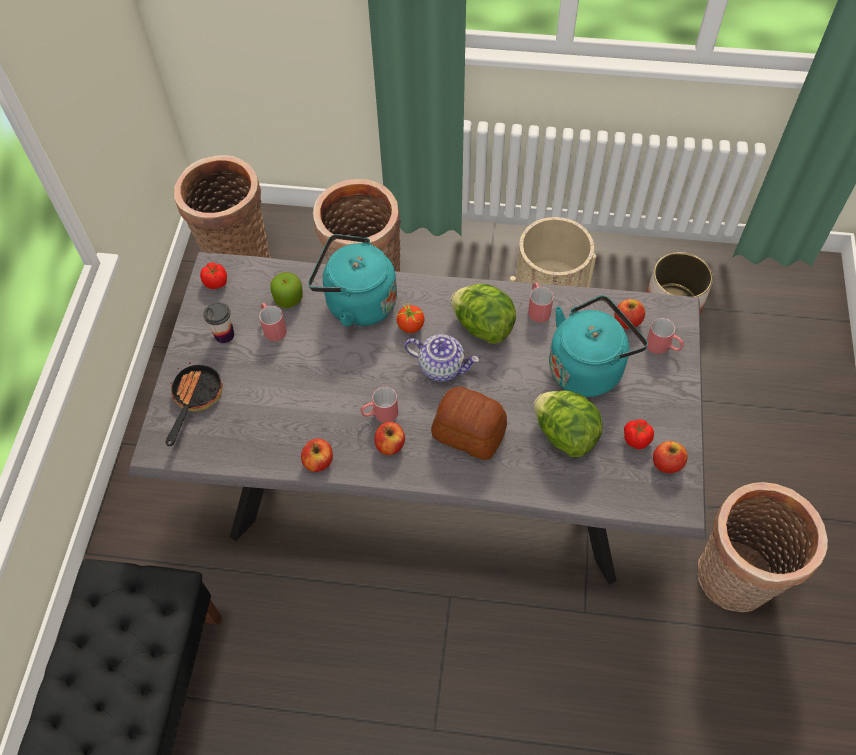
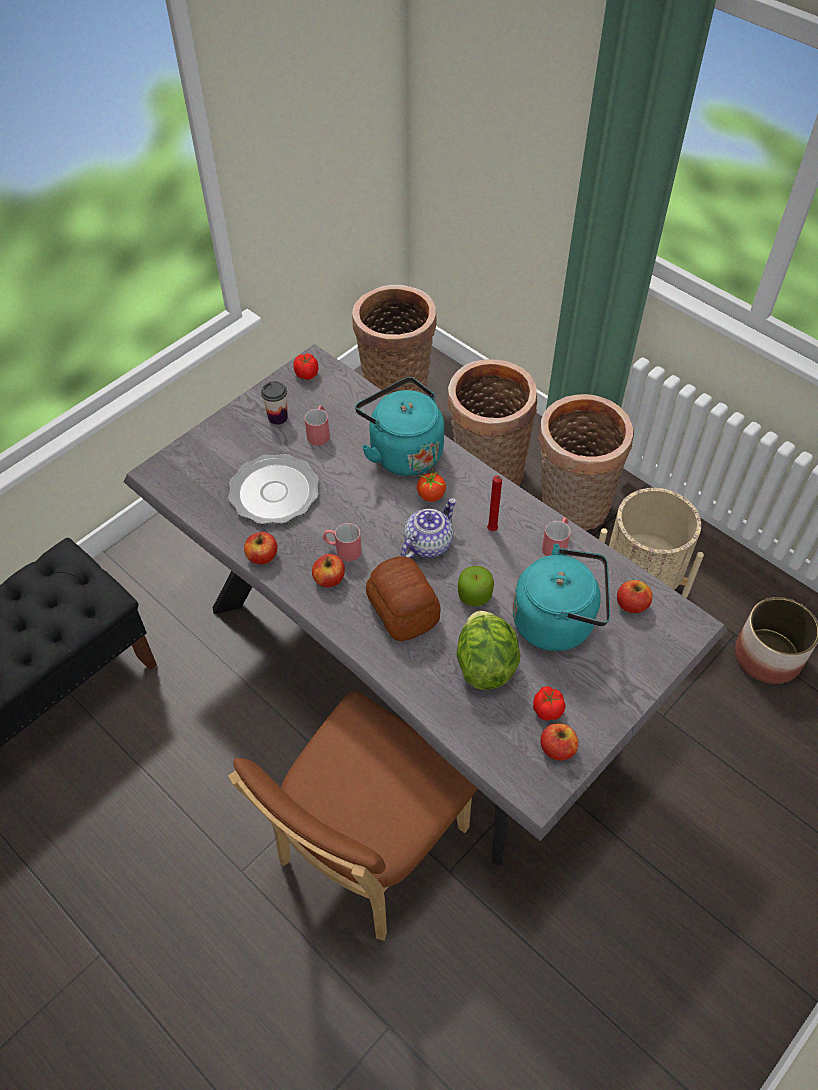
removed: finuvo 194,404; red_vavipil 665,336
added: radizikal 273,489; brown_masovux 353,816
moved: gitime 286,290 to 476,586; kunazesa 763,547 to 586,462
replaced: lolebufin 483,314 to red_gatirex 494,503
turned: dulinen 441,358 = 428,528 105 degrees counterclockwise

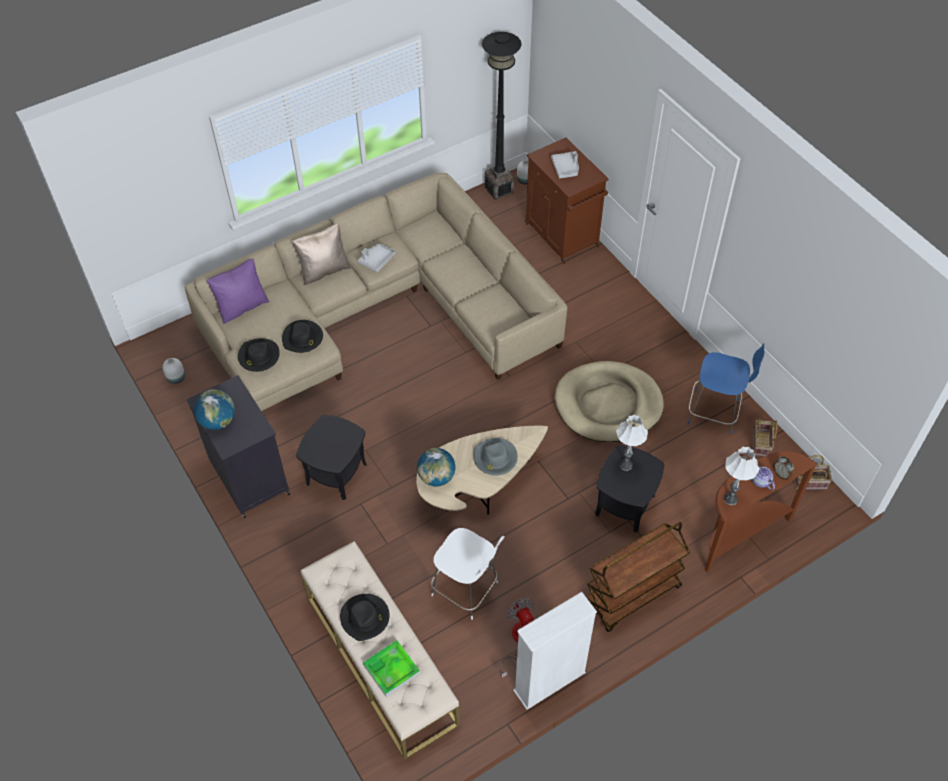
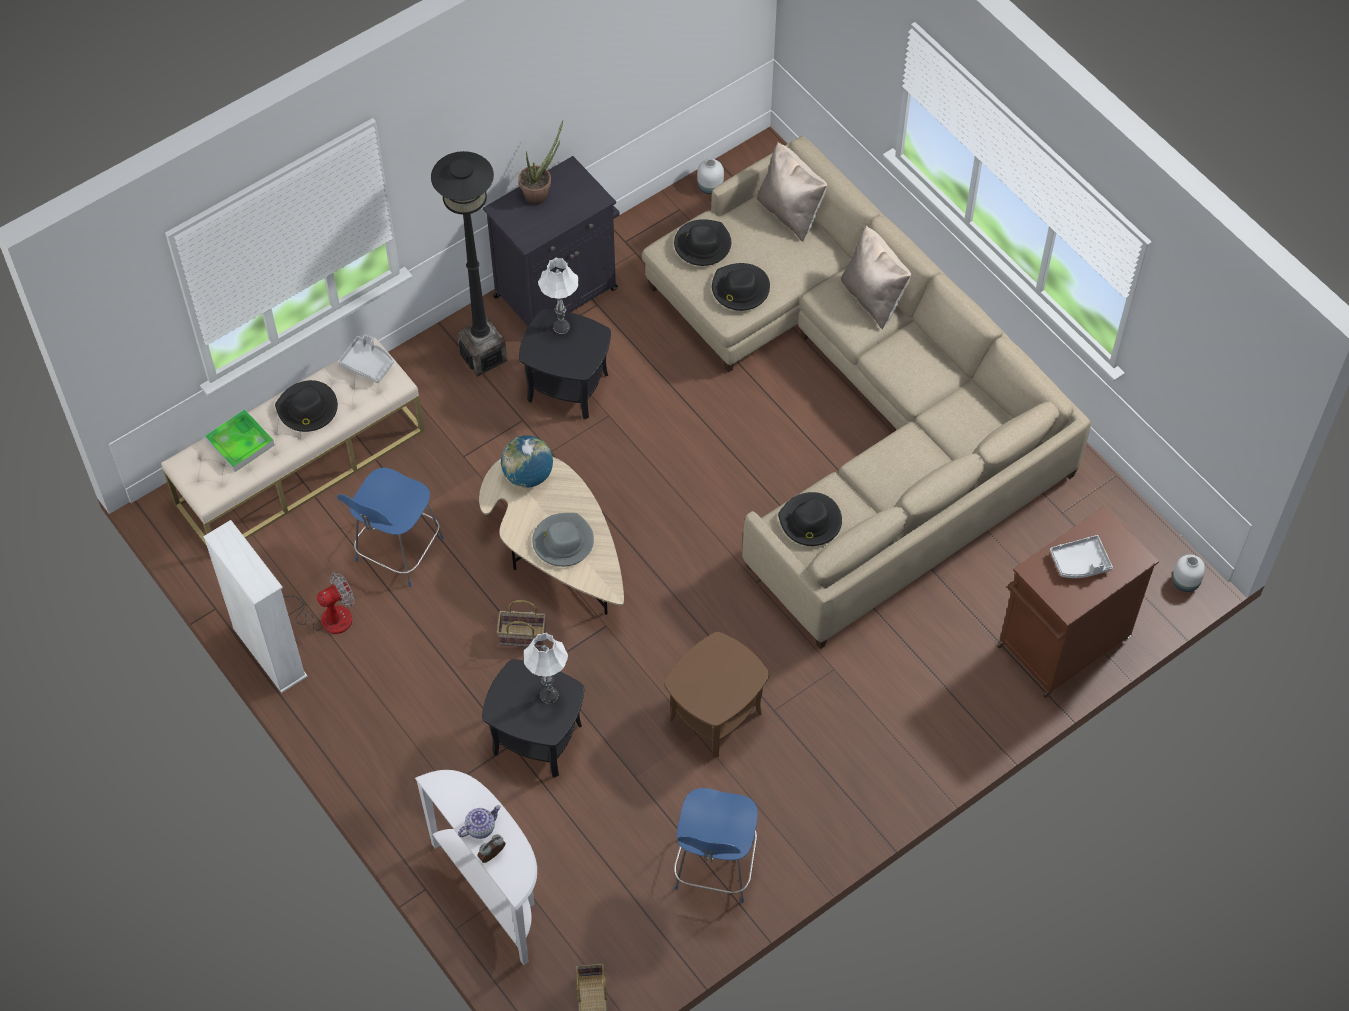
removed: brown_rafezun 638,577
added: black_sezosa 810,519
moved: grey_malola 377,257 to 366,358; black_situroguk 501,116 to 469,264; kunazesa 765,438 to 521,624; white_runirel 742,476 to 558,296
replaced: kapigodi 214,410 to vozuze 540,162; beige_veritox 609,401 to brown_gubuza 716,694
recoloured: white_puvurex 468,574 to blue_puvurex 390,527; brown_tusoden 761,511 to white_tusoden 476,867; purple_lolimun 238,291 to beige_lolimun 792,192

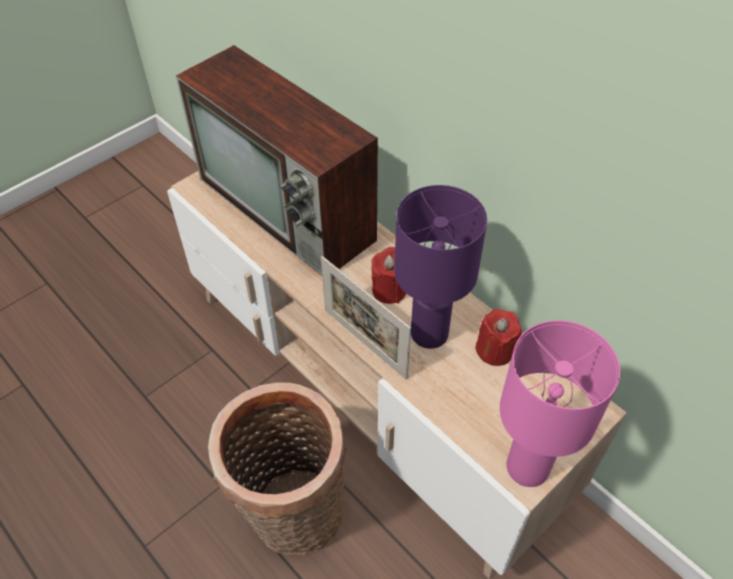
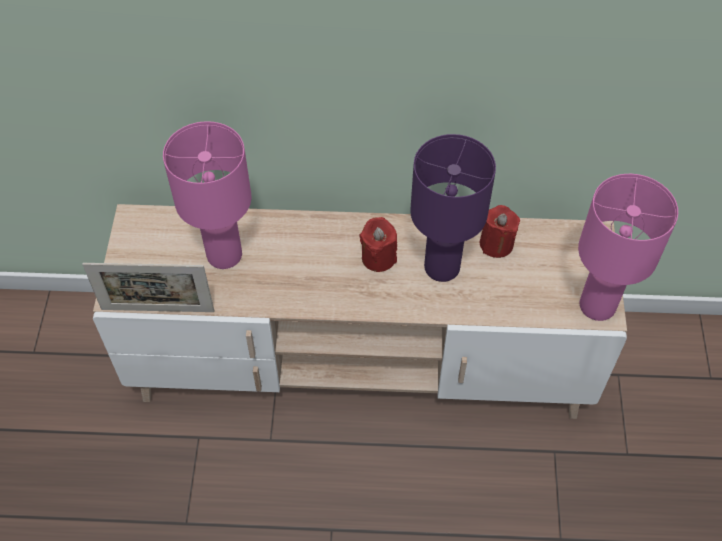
removed: kunazesa 277,469
moved: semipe 366,318 to 148,287
replaced: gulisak 277,161 to pink_runirel 207,195

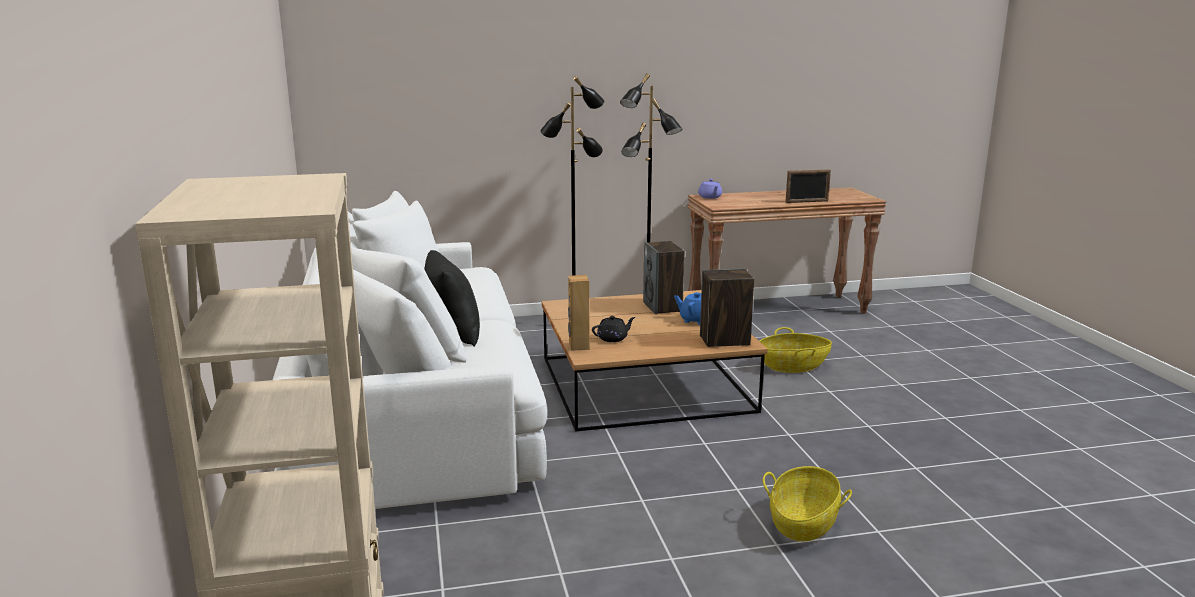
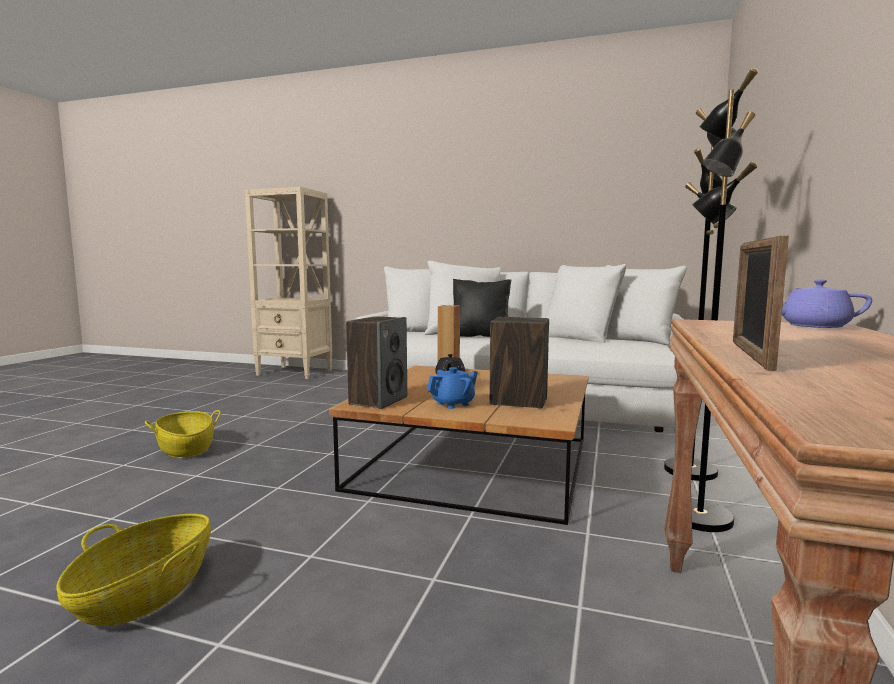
moved: kunazesa 795,350 to 133,570

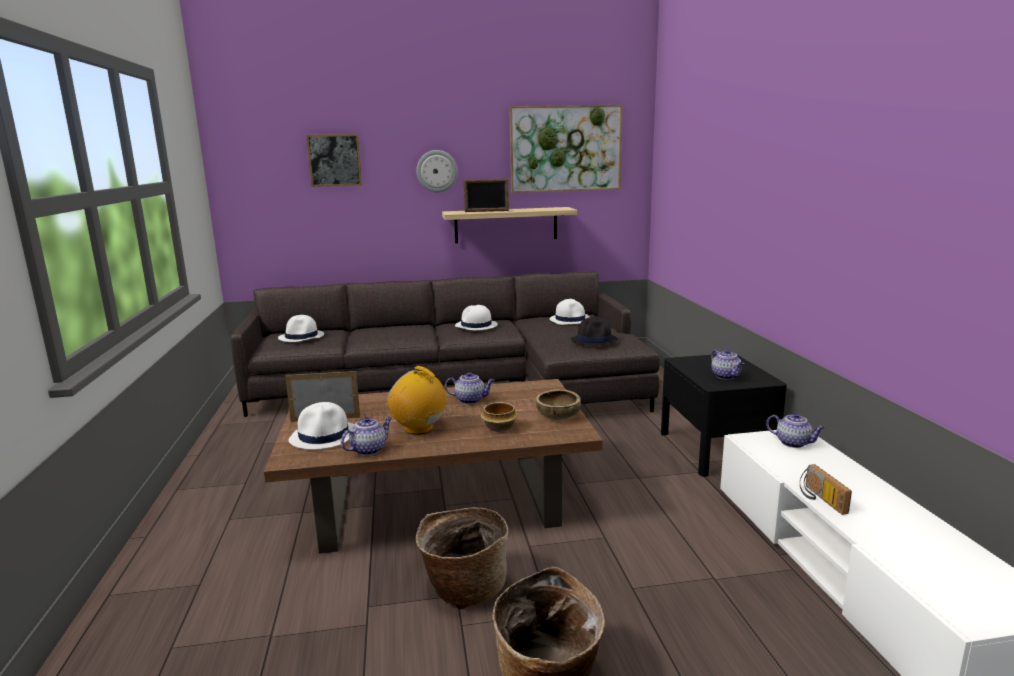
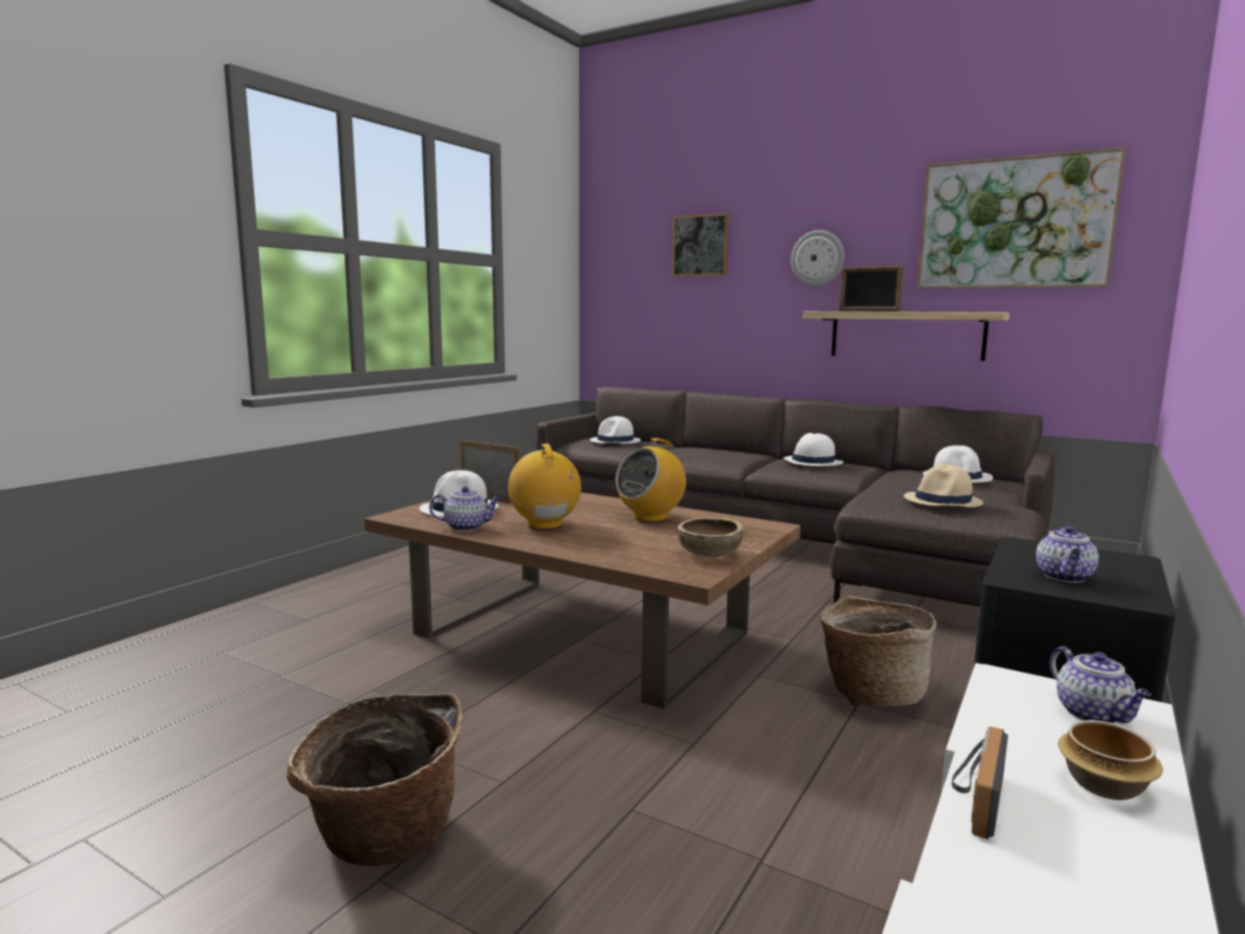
moved: kunazesa 462,558 to 878,650; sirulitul 499,417 to 1110,760
replaced: dulinen 469,388 to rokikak 651,480
recoloured: black_sezosa 594,331 to beige_sezosa 943,485

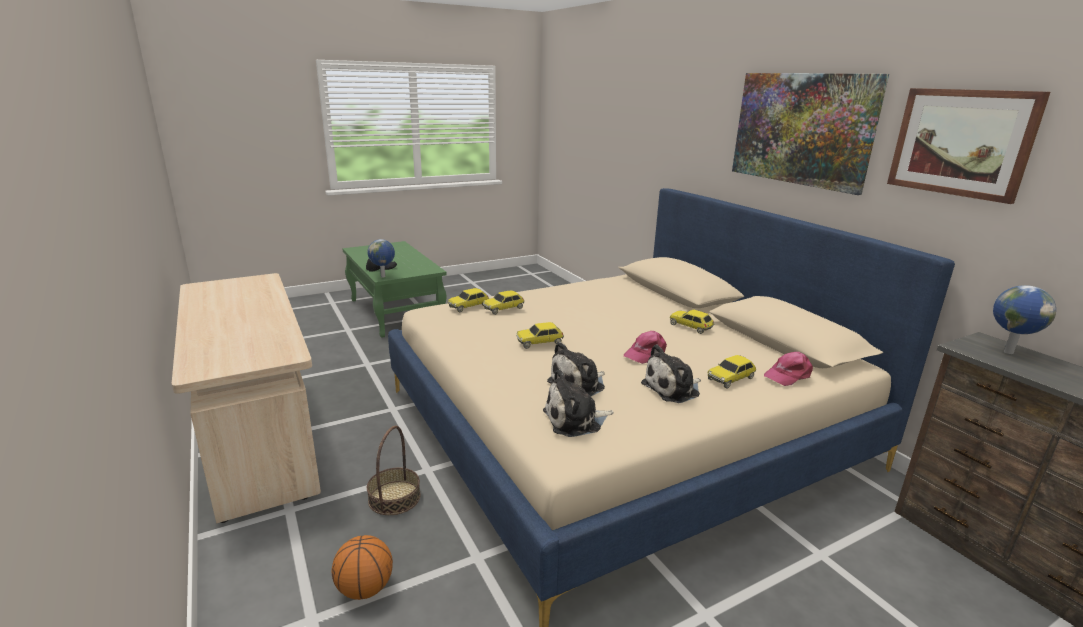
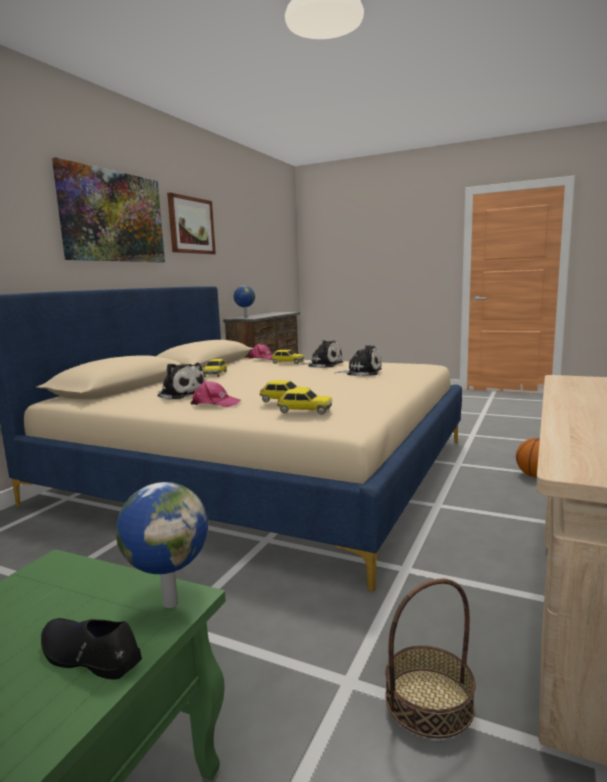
removed: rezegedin 540,335
moved: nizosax 578,403 to 181,381; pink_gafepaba 645,347 to 215,394; kunazesa 394,470 to 430,659

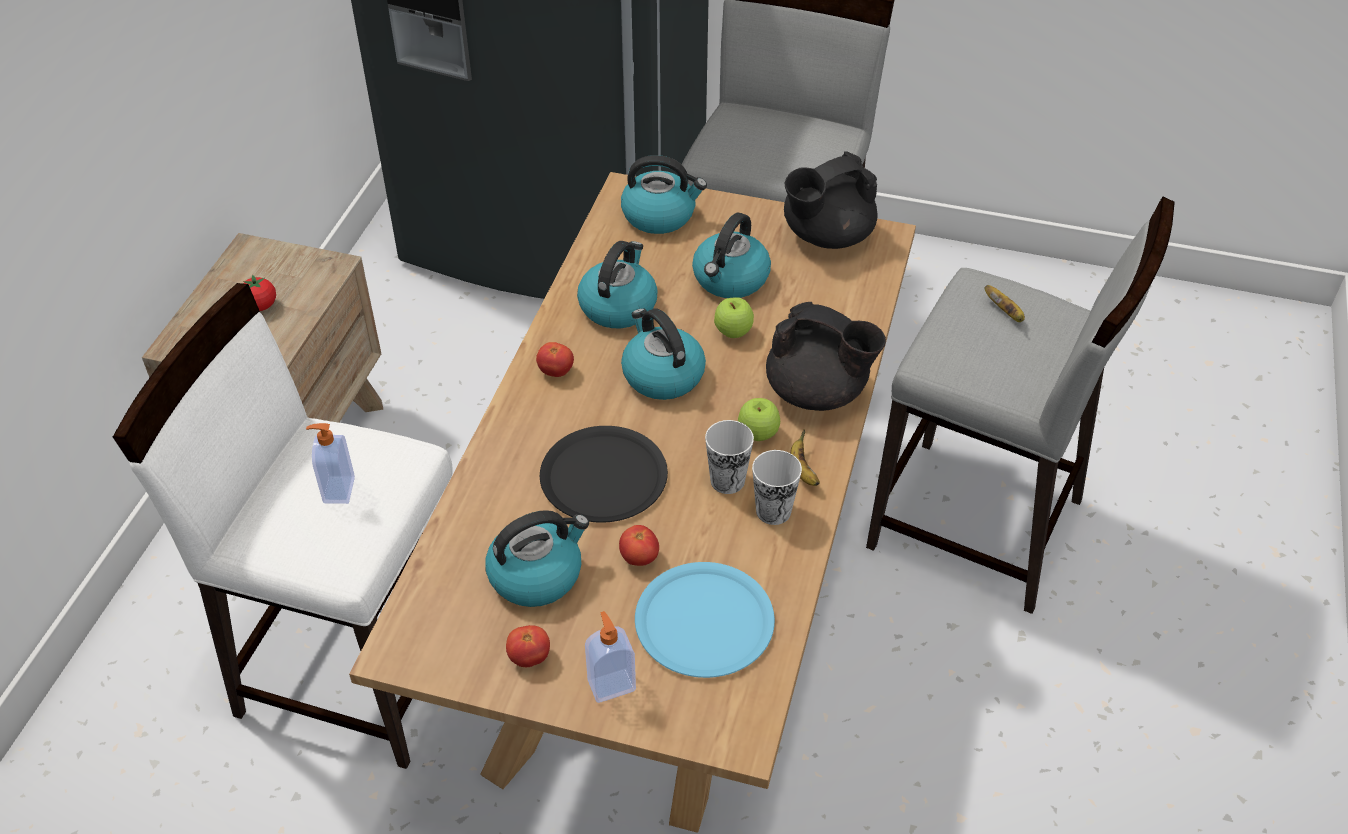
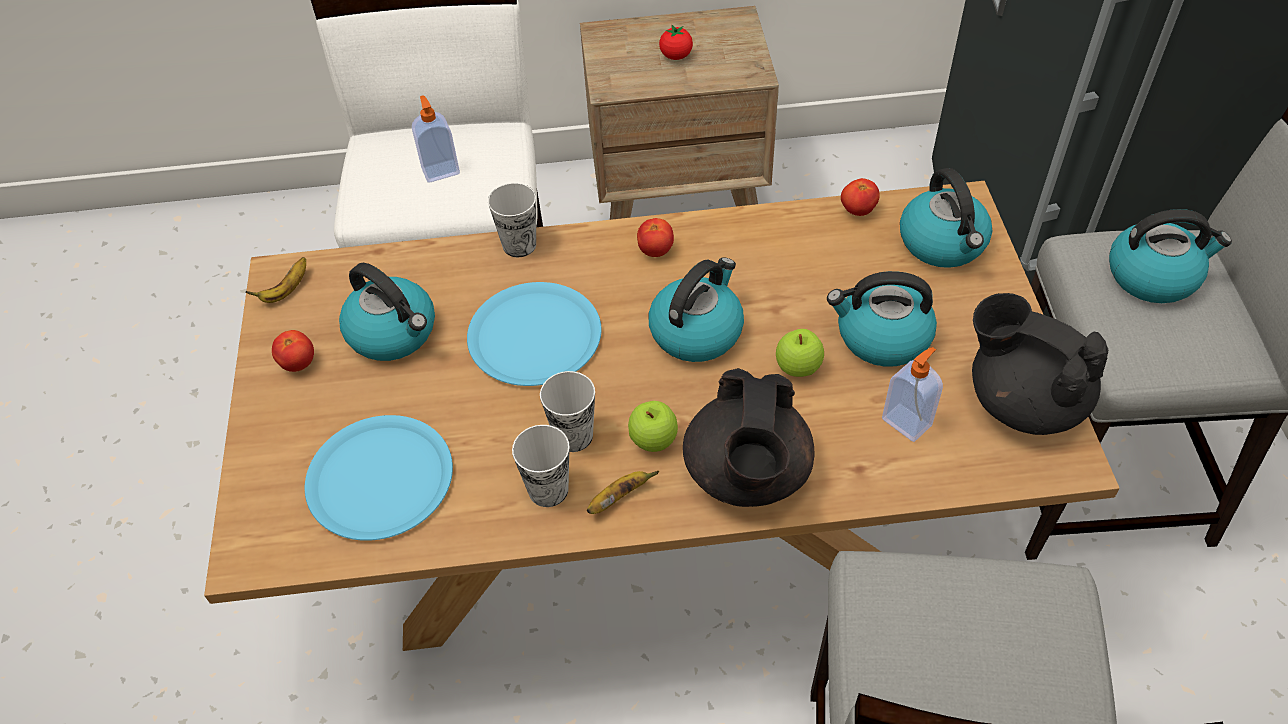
added: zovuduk 512,220
moved: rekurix 1005,303 to 276,280; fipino 639,545 to 860,197; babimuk 610,657 to 912,394; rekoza 617,284 to 1170,256
recoloured: black_radizikal 604,474 to blue_radizikal 534,334

